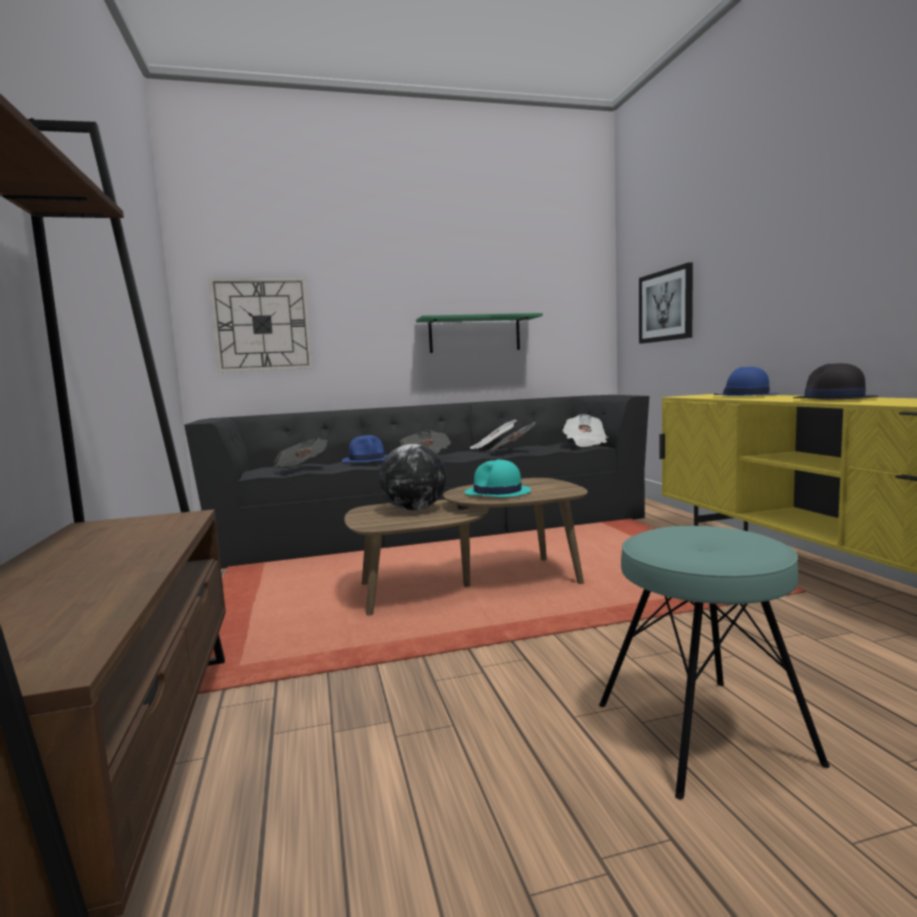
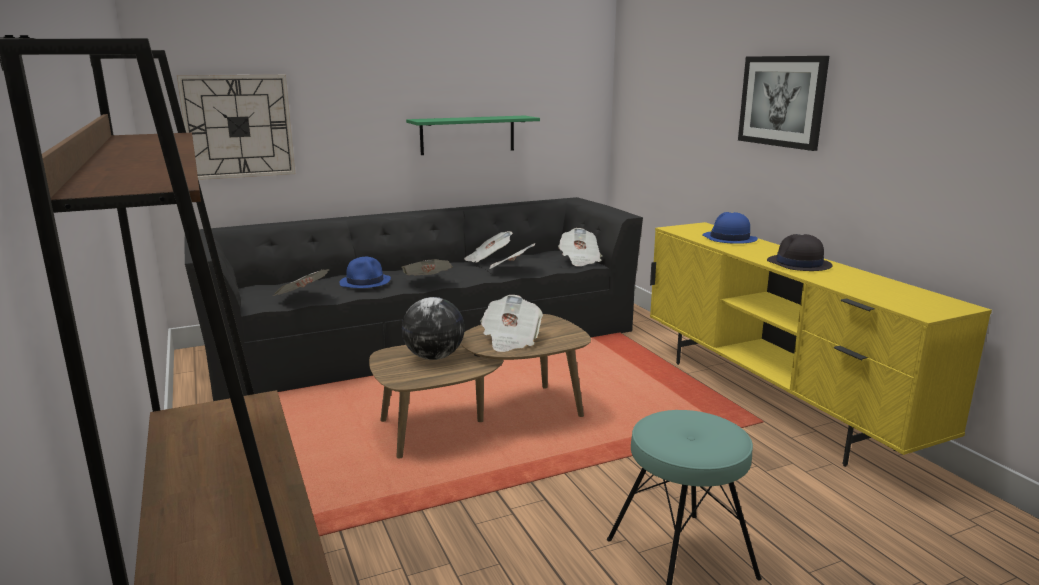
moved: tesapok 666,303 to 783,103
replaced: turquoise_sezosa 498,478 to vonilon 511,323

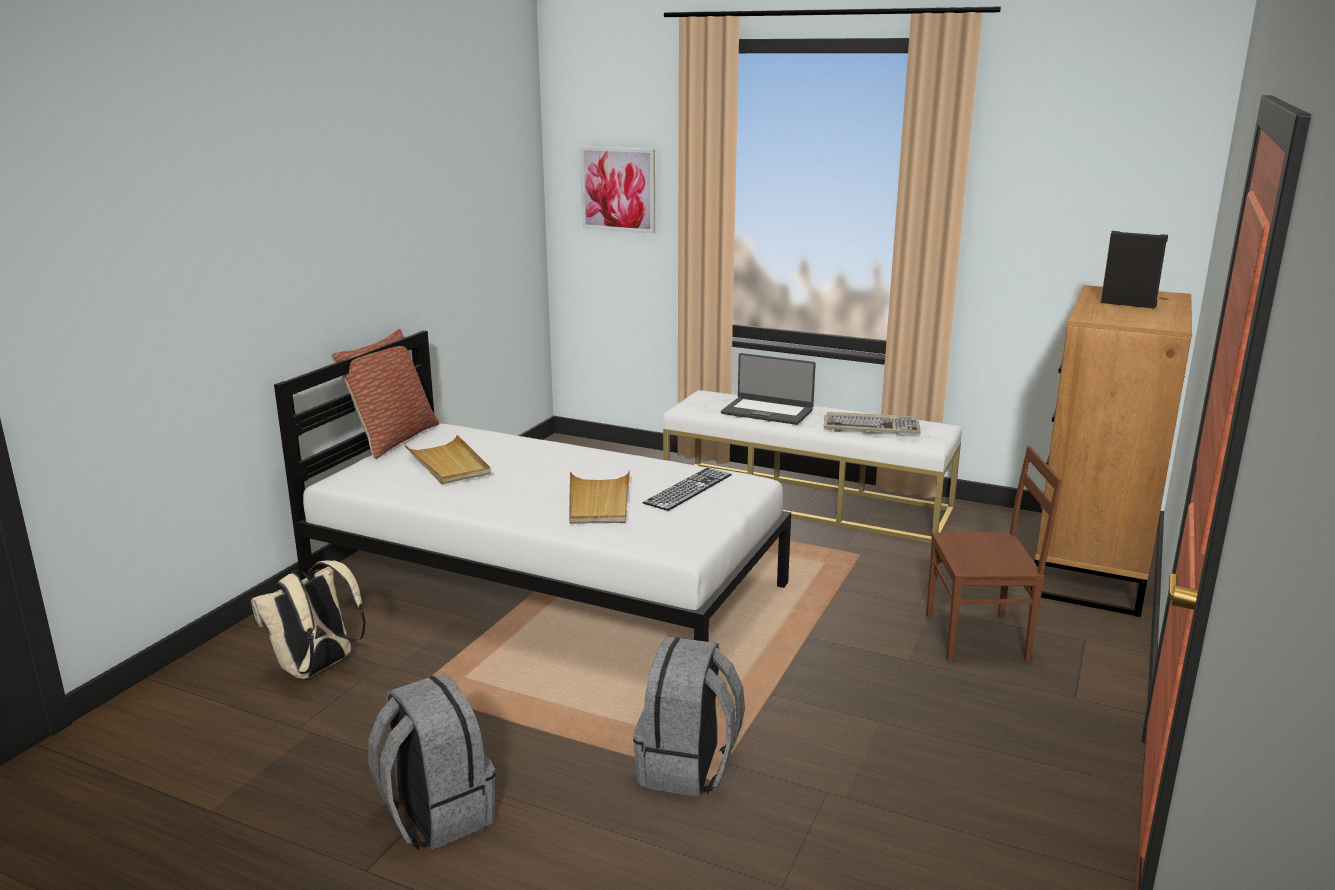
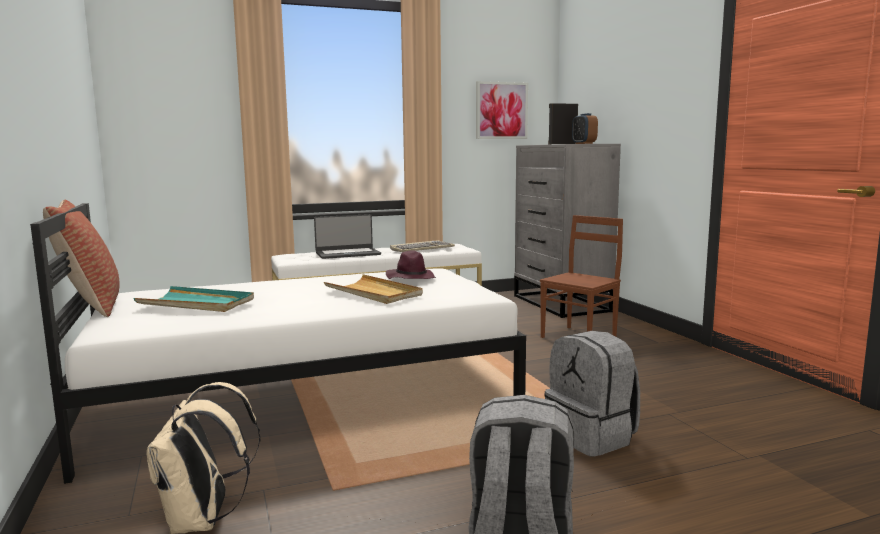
added: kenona 585,128
moved: tesapok 617,190 to 502,110
replaced: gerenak 687,489 to purple_sezosa 410,265
recoloured: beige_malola 447,459 to turquoise_malola 193,299; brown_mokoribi 1111,451 to grey_mokoribi 567,231

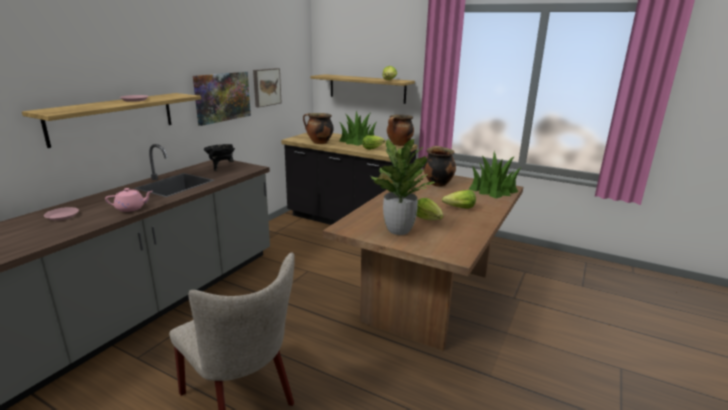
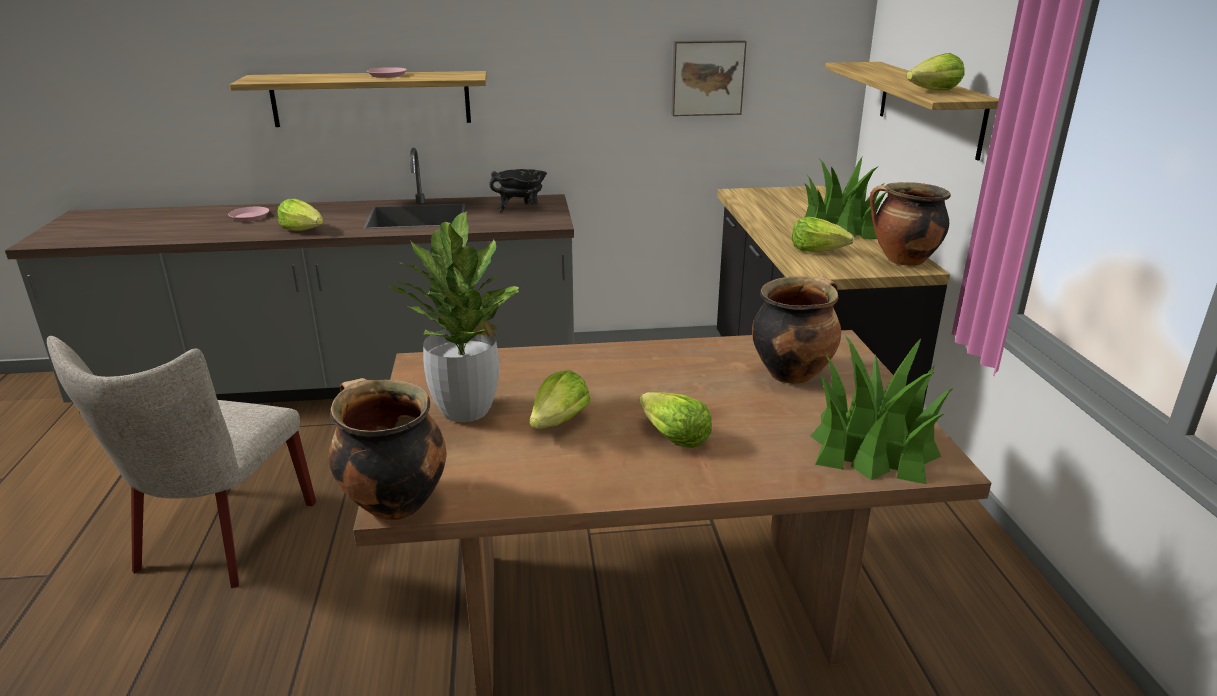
removed: tesapok 222,99
moved: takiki 318,128 to 388,449
replaced: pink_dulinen 129,200 to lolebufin 300,215

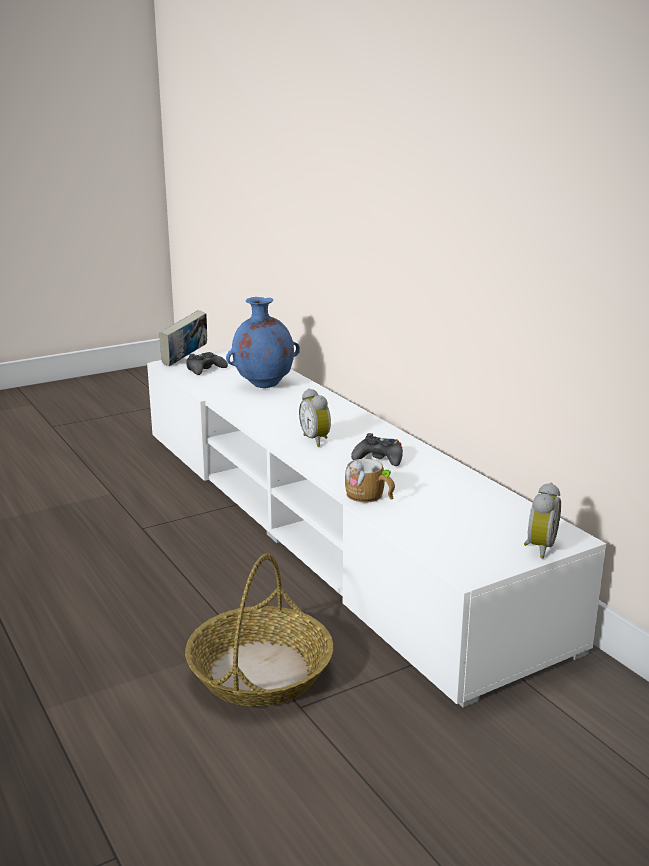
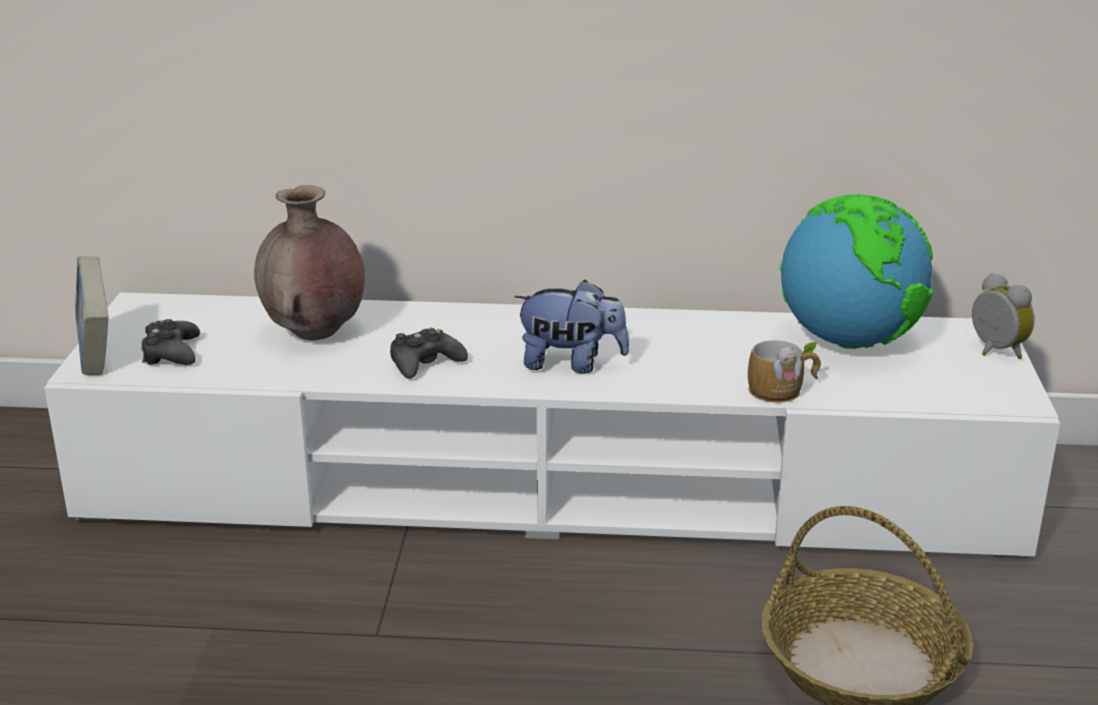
added: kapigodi 856,271
moved: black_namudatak 377,449 to 429,353
replaced: kenona 315,417 to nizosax 571,327
recoloured: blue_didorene 263,342 to brown_didorene 309,262

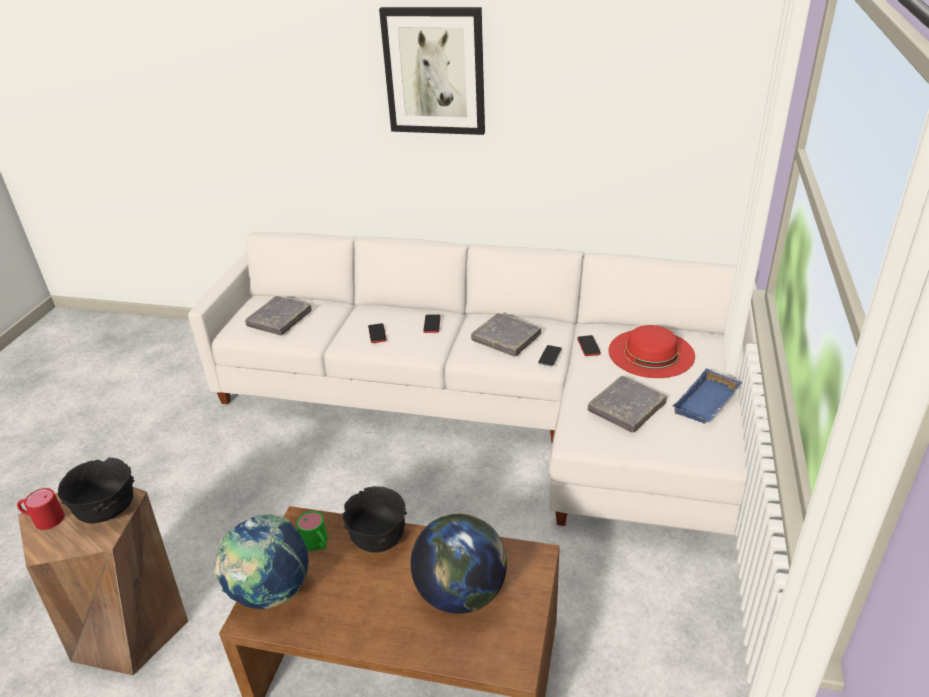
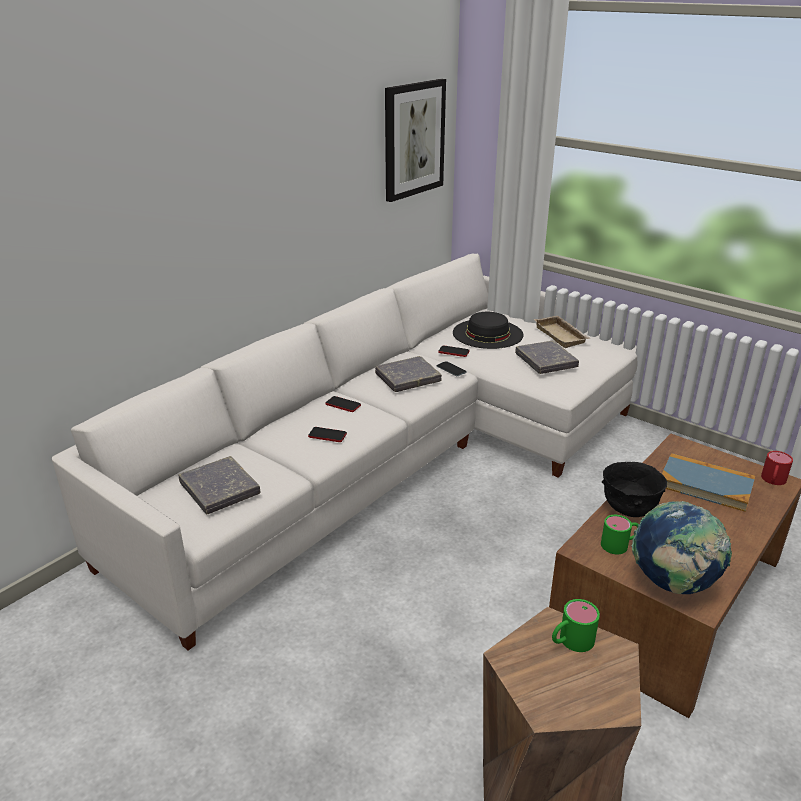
moved: tesapok 432,71 to 415,140; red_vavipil 41,509 to 777,468
replaced: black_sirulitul 96,490 to green_vavipil 576,625; kapigodi 459,564 to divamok 708,482
recoloured: red_sezosa 652,351 to black_sezosa 488,330; blue_malola 707,396 to beige_malola 562,332

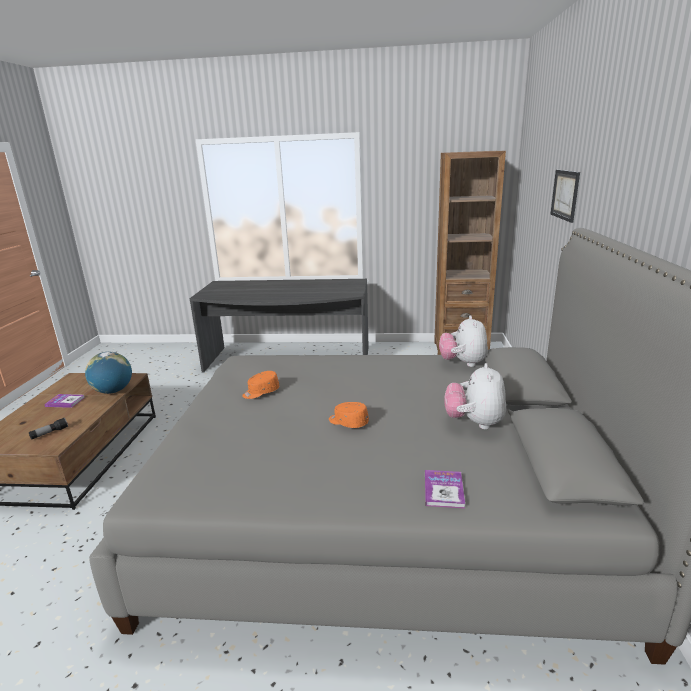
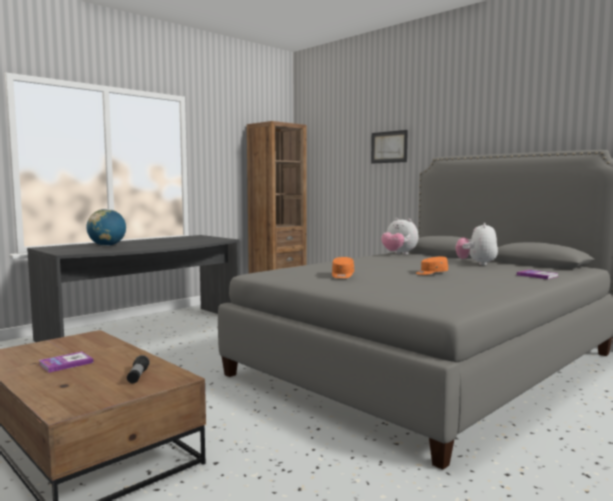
moved: kapigodi 108,373 to 106,227
turned: nizosax 475,396 = 477,244 60 degrees clockwise

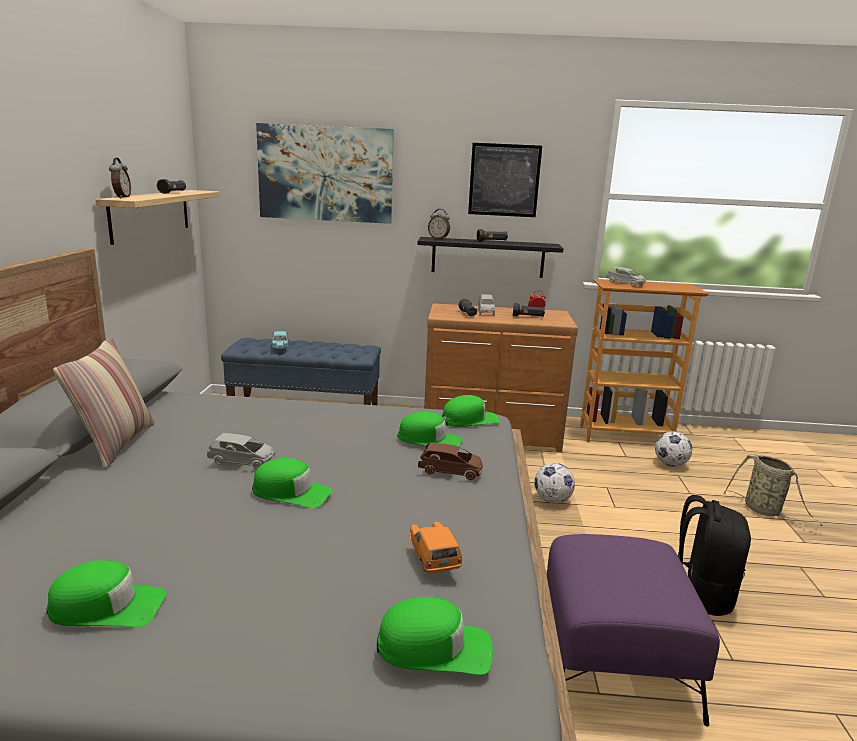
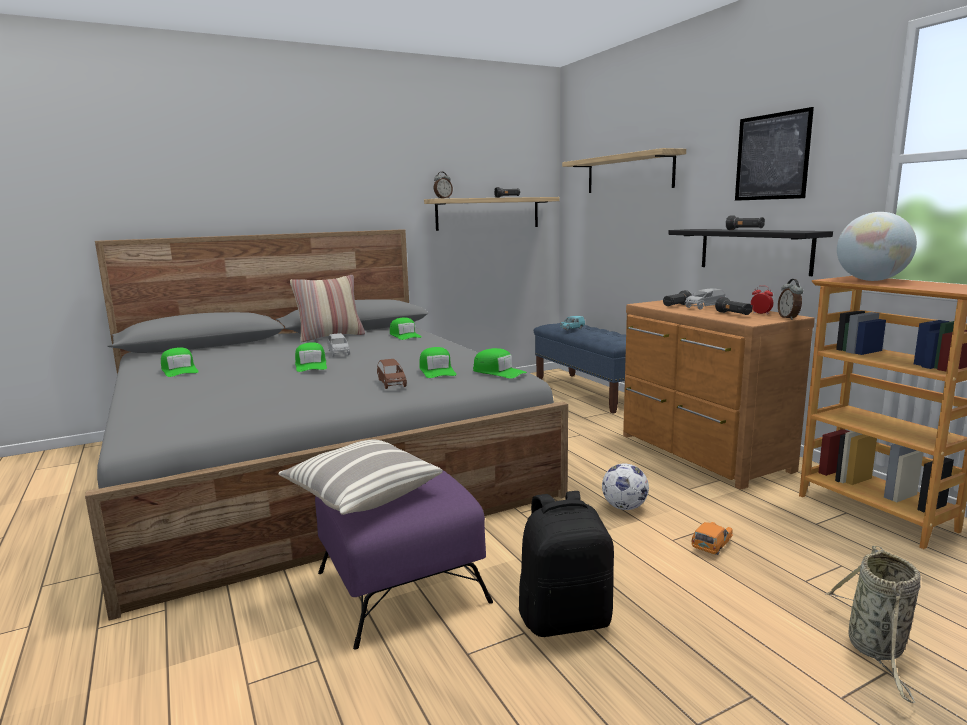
removed: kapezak 673,449
added: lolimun 360,477
moved: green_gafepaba 435,636 to 406,328; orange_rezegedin 435,547 to 712,538; kenona 439,224 to 790,299
replaced: tesapok 325,173 to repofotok 624,170; grey_rezegedin 625,277 to kapigodi 877,246

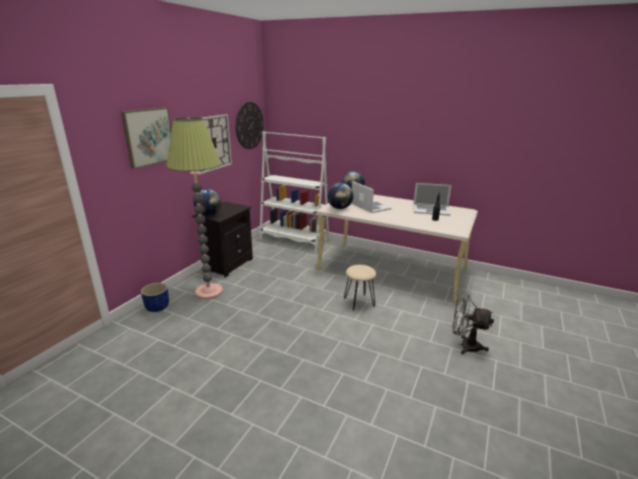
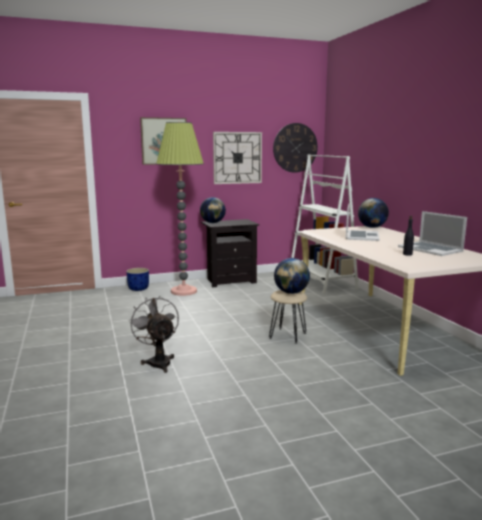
moved: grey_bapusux 473,324 to 154,334; kapigodi 340,196 to 292,276

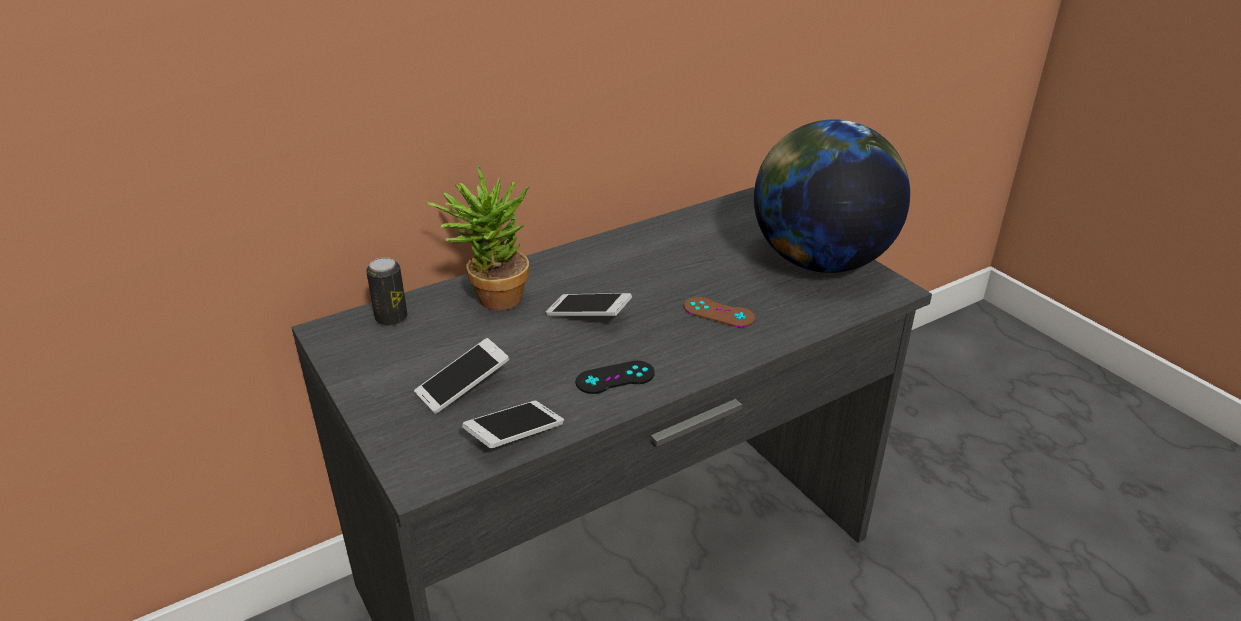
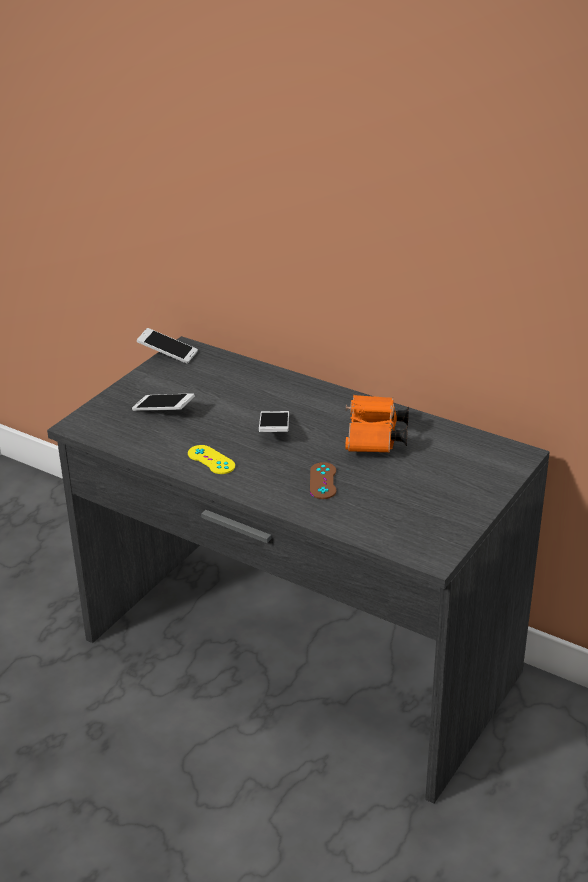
removed: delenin 386,291; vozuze 477,237; kapigodi 832,196
added: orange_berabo 377,424
moved: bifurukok 513,424 to 167,346
recoloured: black_namudatak 615,377 to yellow_namudatak 211,459

